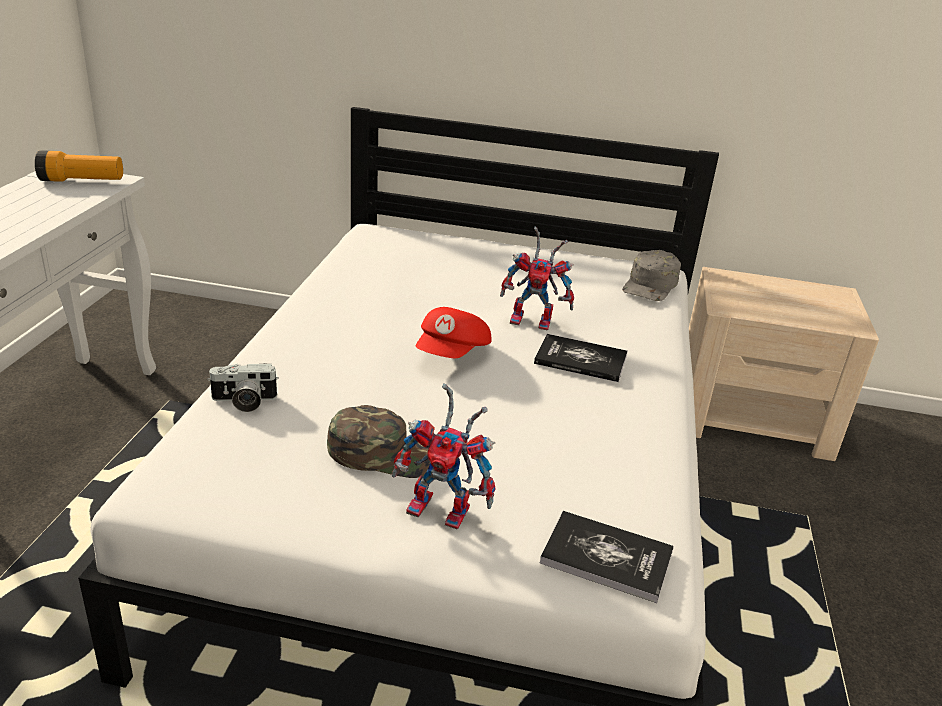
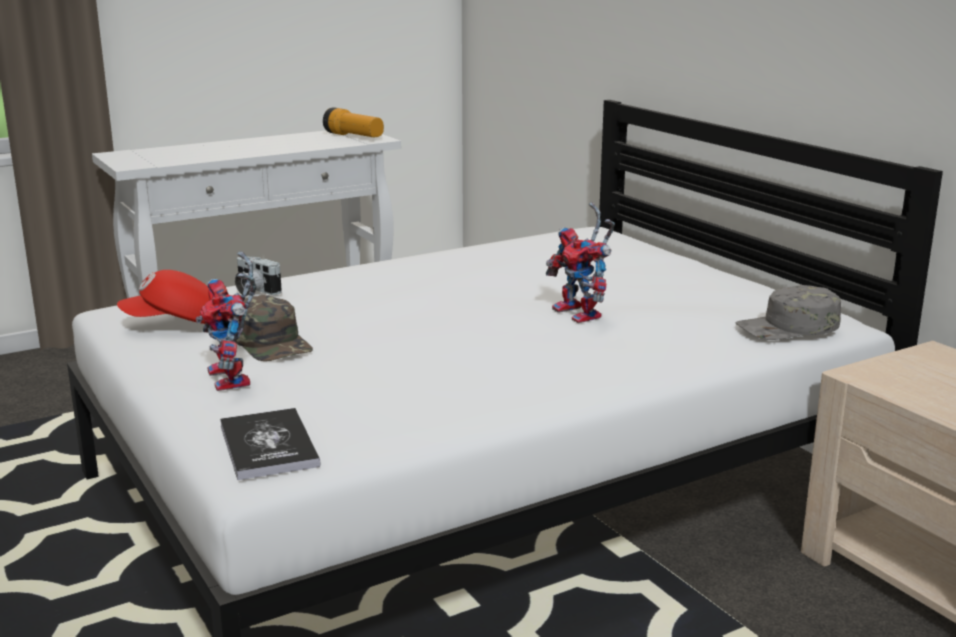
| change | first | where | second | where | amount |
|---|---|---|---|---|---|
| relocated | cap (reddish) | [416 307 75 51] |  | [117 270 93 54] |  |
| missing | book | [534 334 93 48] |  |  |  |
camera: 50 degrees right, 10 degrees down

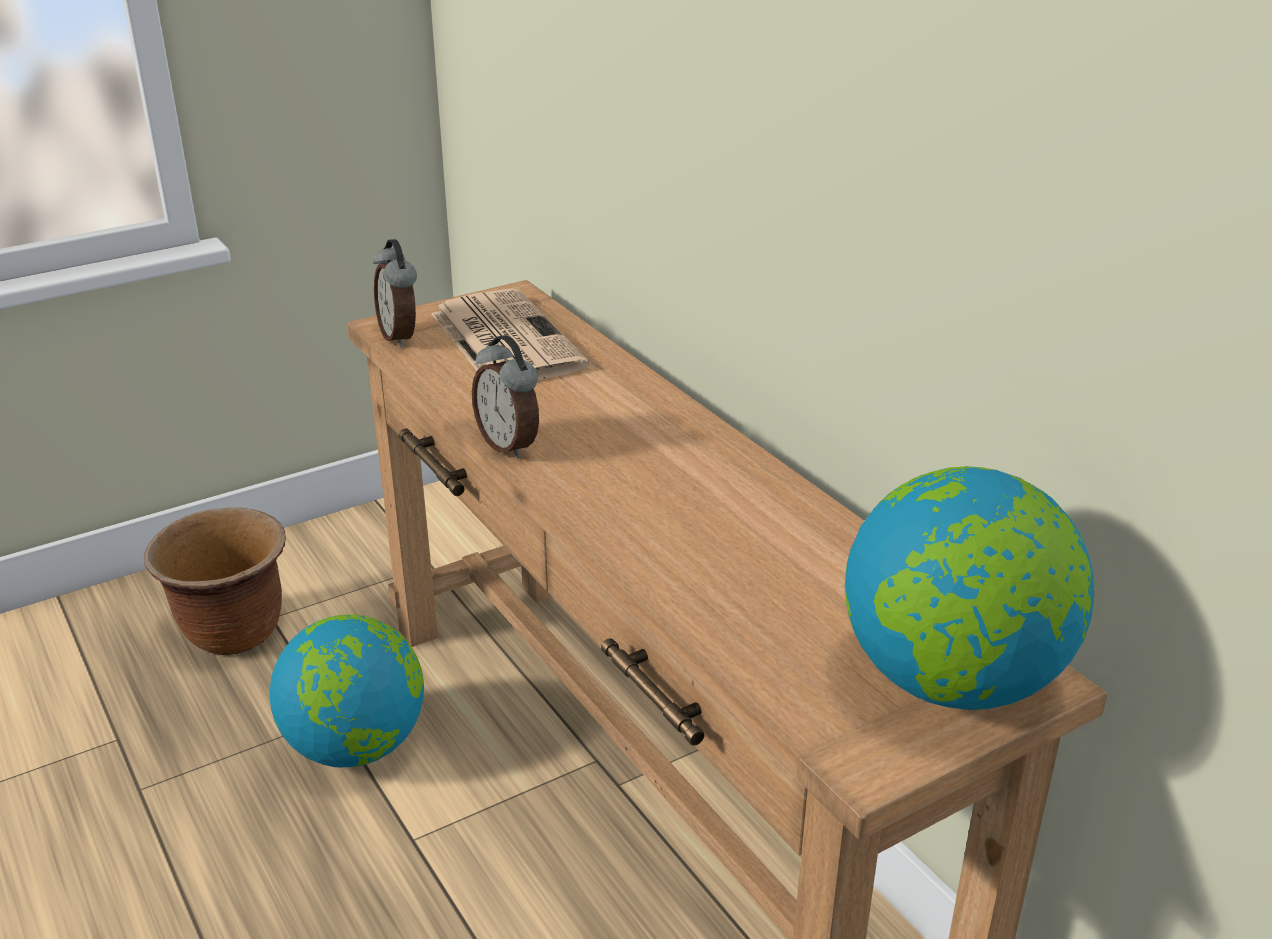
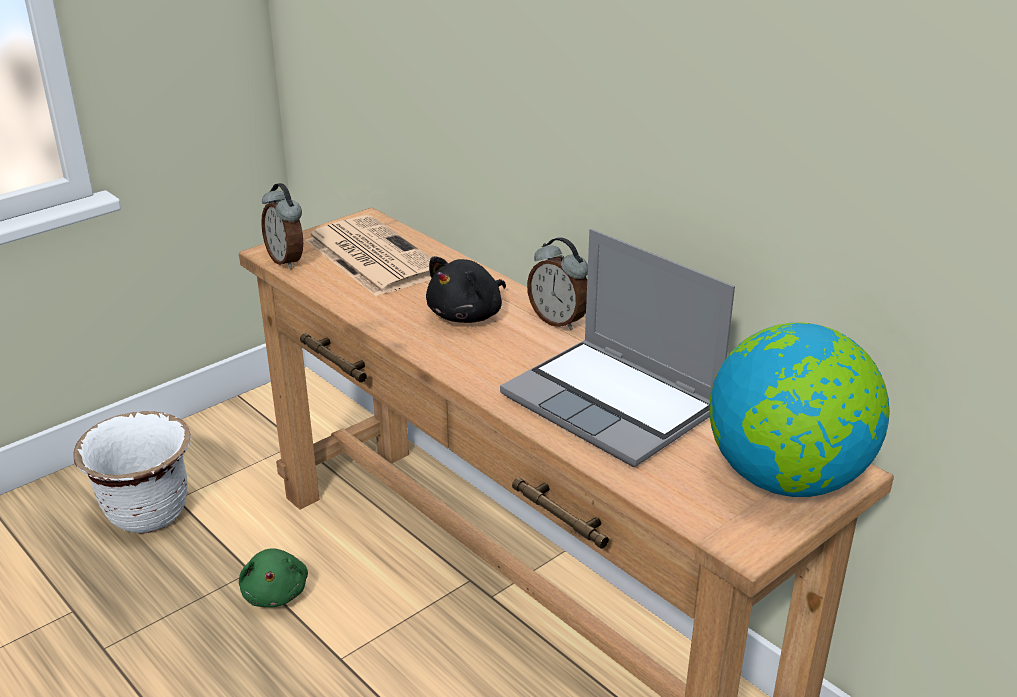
| change | first | where | second | where | amount |
|---|---|---|---|---|---|
| relocated | bedside clock | [472 335 67 124] |  | [527 237 61 93] |  |
| colour | plant pot (brown) | [144 508 142 147] | plant pot (whitish) | [73 411 118 123] |  |
| exchanged | desk globe | [269 614 155 153] | soft toy (green-coloured) | [239 549 69 58] |  |
| appeared |  |  | laptop | [500 229 235 238] |  |
| appeared |  |  | soft toy (blackish) | [426 256 80 67] |  |
camera: 10 degrees left, 0 degrees up

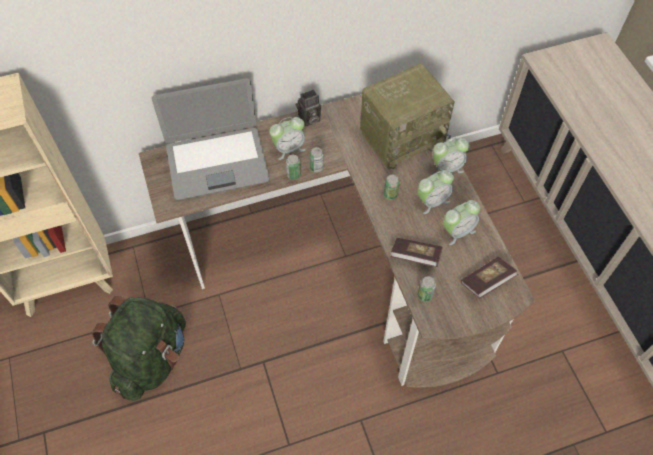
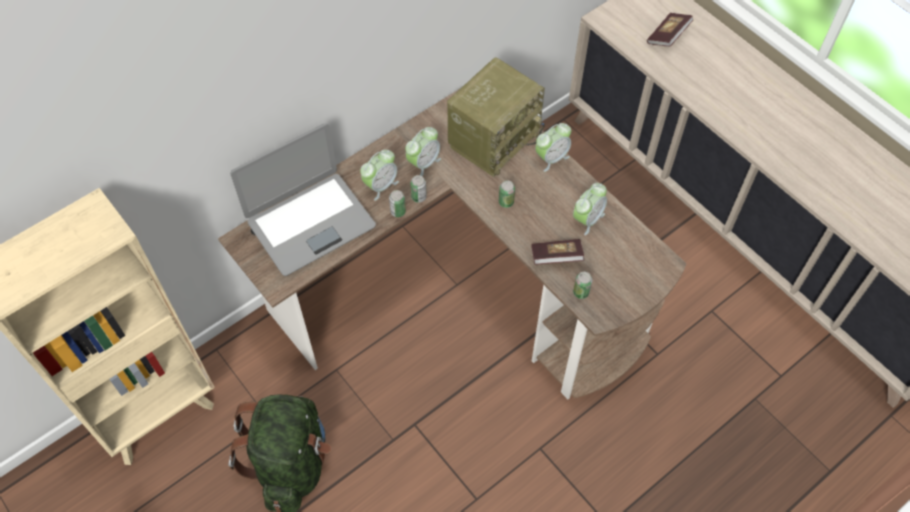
| change | first | where | second | where | amount |
|---|---|---|---|---|---|
| missing | photo camera | [296 89 25 37] |  |  |  |
| relocated | bedside clock | [417 170 37 44] |  | [405 127 36 49] |  |
| relocated | book | [461 257 57 41] |  | [647 13 47 34] |  |
camera: 20 degrees left, 0 degrees up

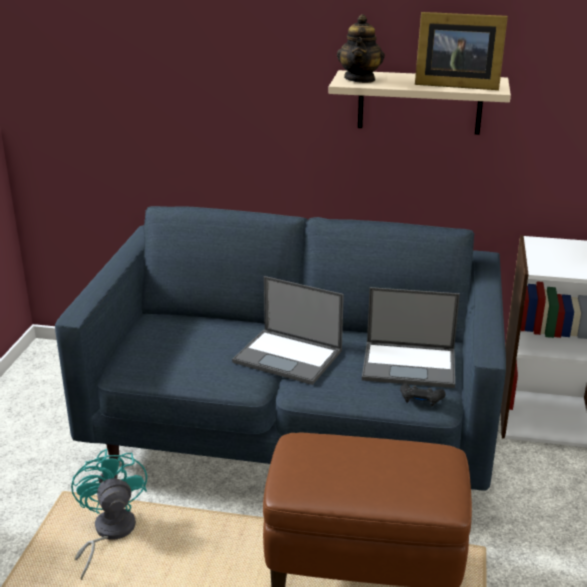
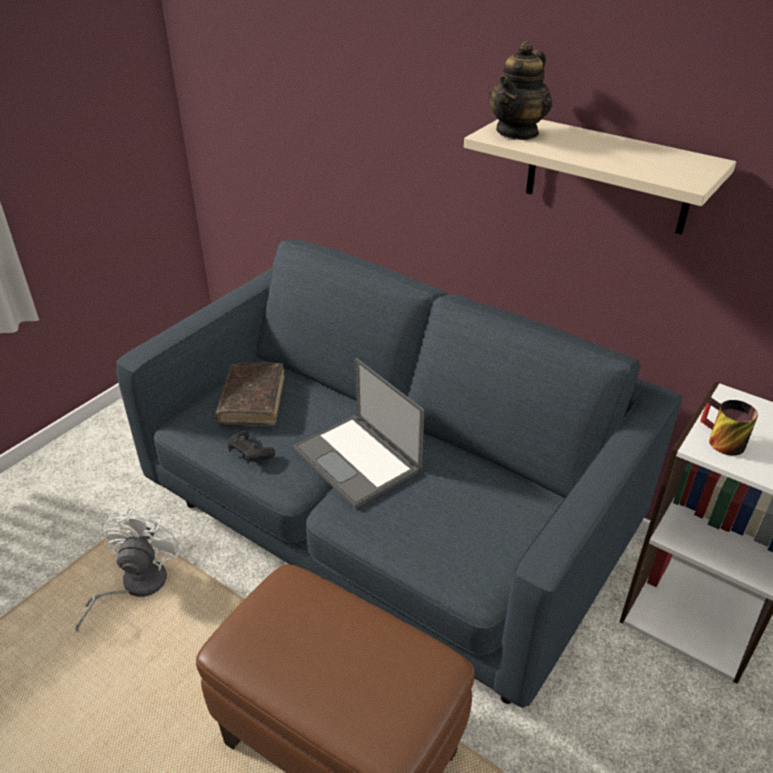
| change | first | where | second | where | amount |
|---|---|---|---|---|---|
| missing | photo frame | [415 12 93 78] |  |  |  |
| missing | laptop | [362 287 98 101] |  |  |  |
| relocated | gamepad (blackish) | [400 384 46 23] |  | [227 430 48 34] |  |
| colour | cooling fan (blue-green) | [71 449 76 131] | cooling fan (whitish) | [76 507 106 125] |  |
| appeared |  |  | book (brown) | [215 363 69 63] |  |
| appeared |  |  | coffee mug | [700 397 58 59] |  |
camera: 25 degrees right, 10 degrees up

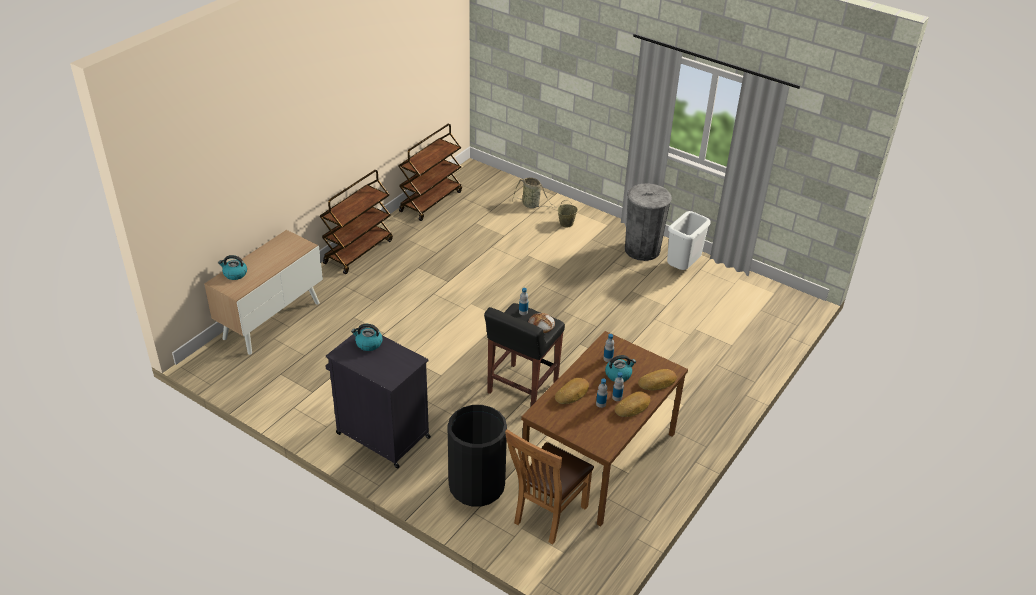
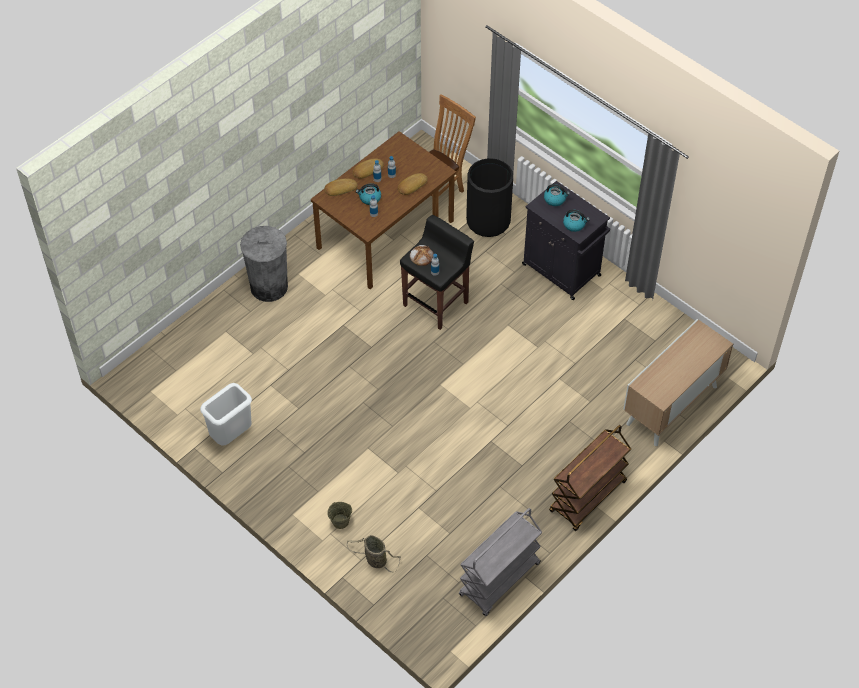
| change | first | where | second | where | amount |
|---|---|---|---|---|---|
| colour | wheeled cart (brown) | [398 124 64 97] | wheeled cart (gray) | [459 508 83 108] |  |
| relocated | waste bin (gray) | [625 183 47 78] |  | [240 226 48 76] |  |
| relocated | tea kettle | [218 255 29 25] |  | [544 184 26 22] |  |
camera: 170 degrees left, 15 degrees up

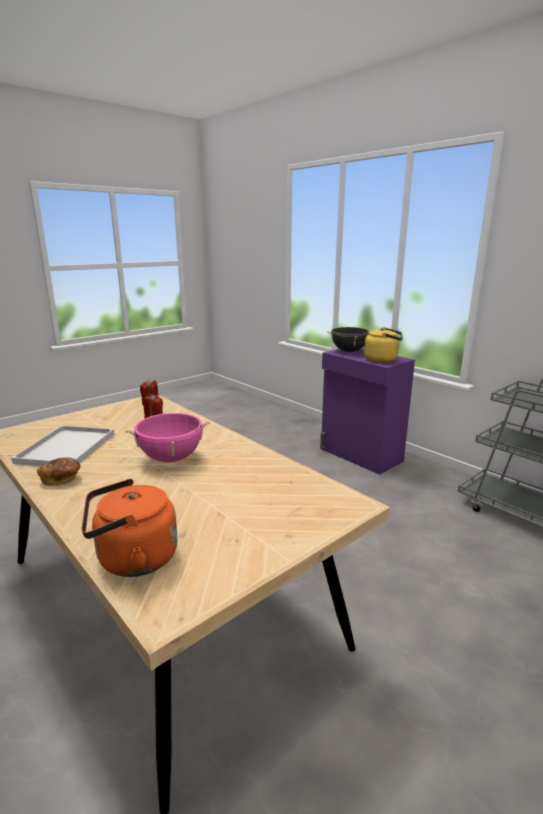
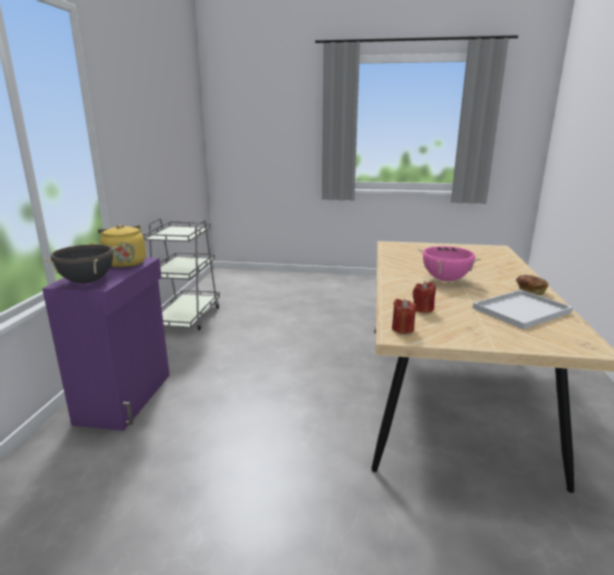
| change | first | where | second | where | amount |
|---|---|---|---|---|---|
| missing | tea kettle (orange-coloured) | [82 479 96 98] |  |  |  |
camera: 130 degrees left, 0 degrees up

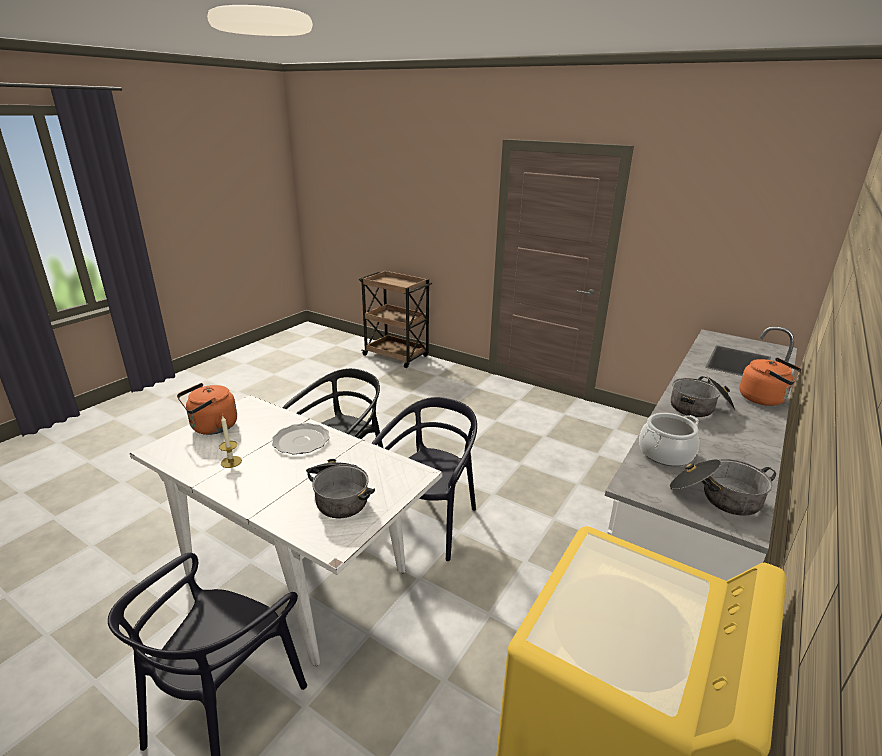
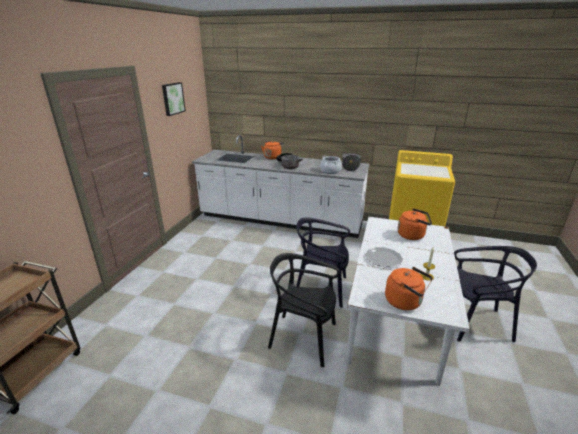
| change | first | where | second | where | amount |
|---|---|---|---|---|---|
| exchanged | cooking pot | [306 459 69 59] | tea kettle (orange-coloured) | [398 208 34 32] |  |
| appeared |  |  | wall art | [162 82 24 34] |  |
camera: 105 degrees left, 0 degrees up

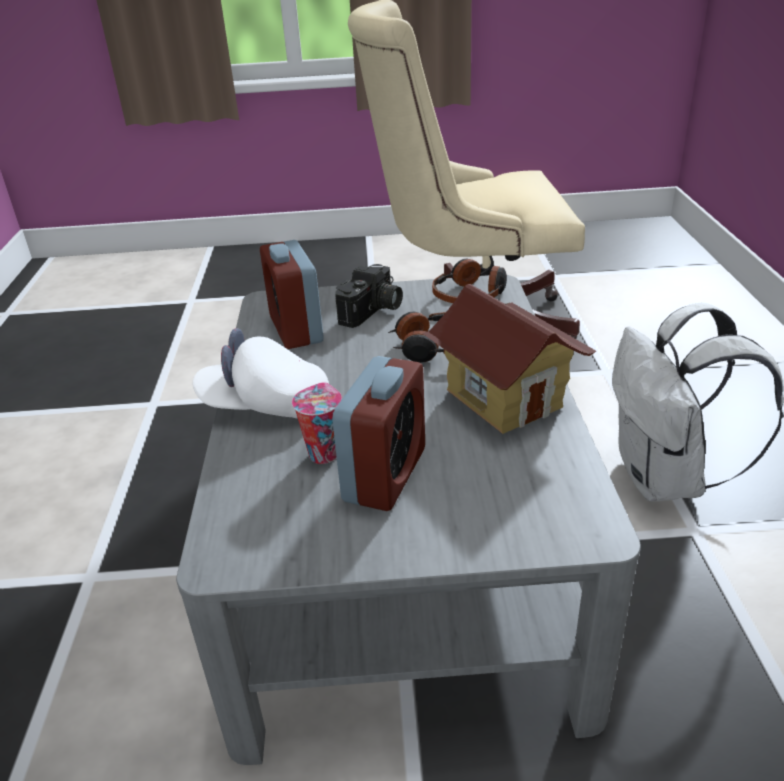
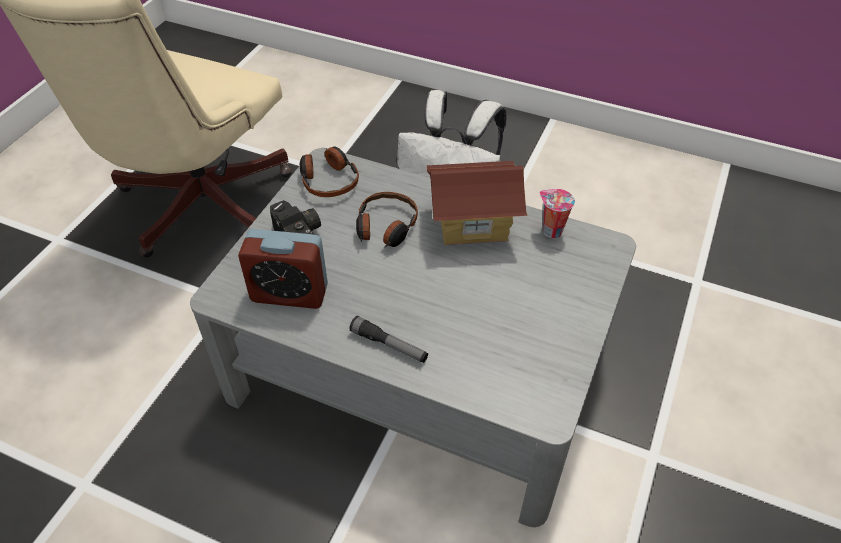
| change | first | where | second | where | amount |
|---|---|---|---|---|---|
| exchanged | cap (whitish) | [193 328 136 91] | flashlight | [349 316 79 47] |  |
| missing | bedside clock | [332 356 93 155] |  |  |  |
| relocated | small cup | [292 382 50 82] |  | [539 189 36 49] |  |
camera: 65 degrees left, 15 degrees up

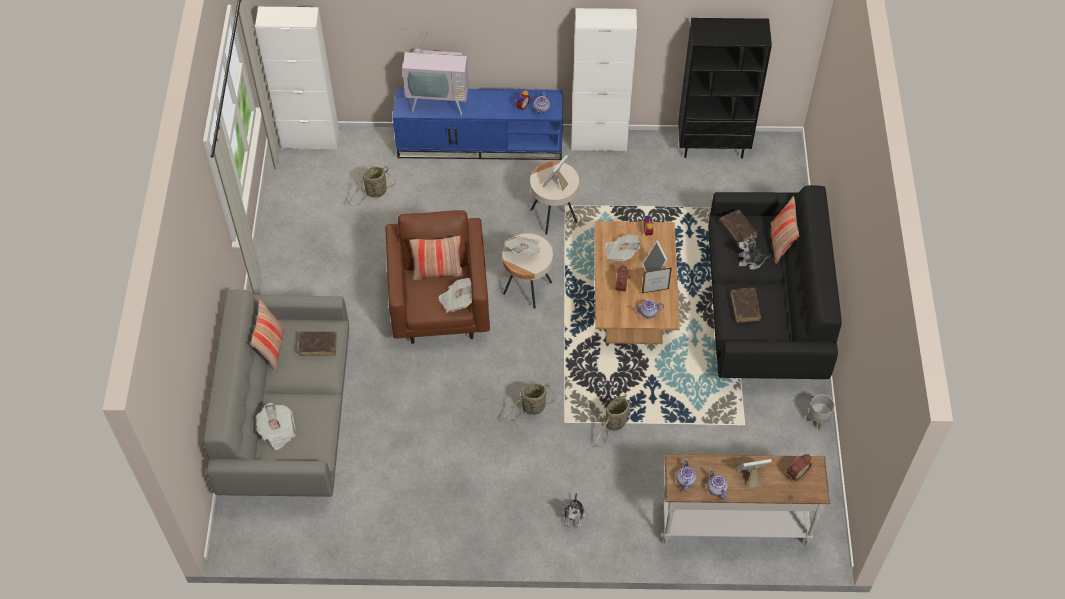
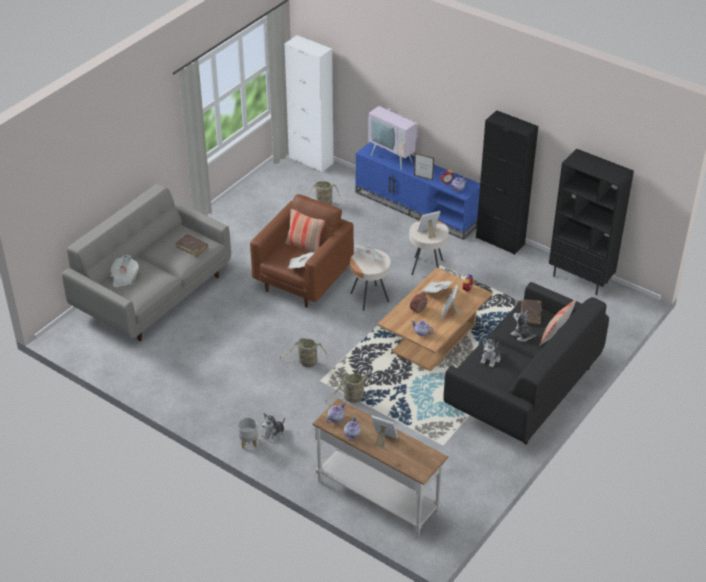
| change | first | where | second | where | amount |
|---|---|---|---|---|---|
| colour | cupboard (whitish) | [572 8 65 143] | cupboard (blackish) | [476 110 62 145] |  |
| relocated | photo frame | [642 267 30 26] |  | [414 153 20 27] |  |
| exchanged | book (brown) | [731 288 30 35] | soft toy | [480 338 21 29] |  |
| missing | pillow | [251 299 34 71] |  |  |  |
| relocated | plant pot (gray) | [806 394 28 36] |  | [238 418 20 31] |  |
| missing | bedside clock | [787 454 25 27] |  |  |  |
camera: 35 degrees right, 15 degrees down

